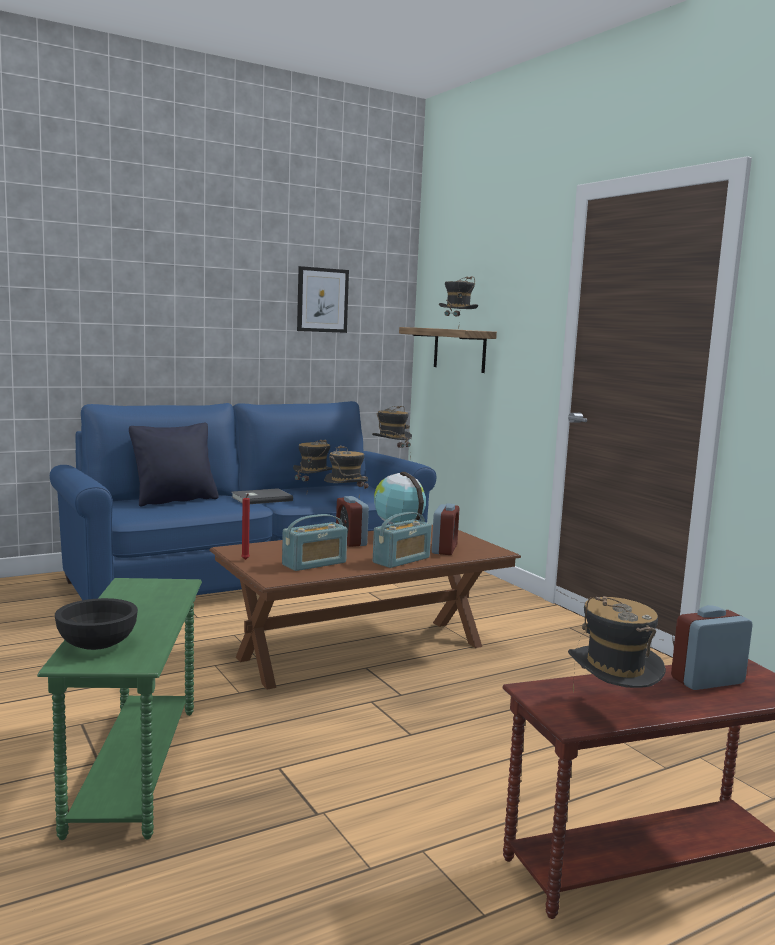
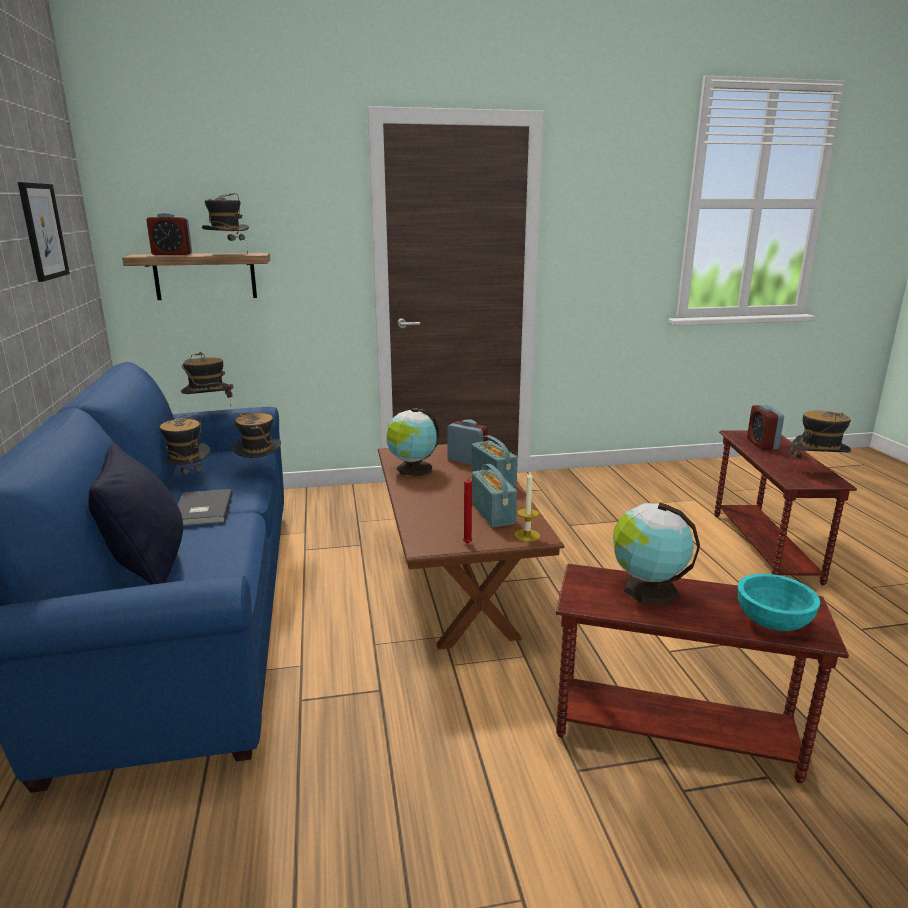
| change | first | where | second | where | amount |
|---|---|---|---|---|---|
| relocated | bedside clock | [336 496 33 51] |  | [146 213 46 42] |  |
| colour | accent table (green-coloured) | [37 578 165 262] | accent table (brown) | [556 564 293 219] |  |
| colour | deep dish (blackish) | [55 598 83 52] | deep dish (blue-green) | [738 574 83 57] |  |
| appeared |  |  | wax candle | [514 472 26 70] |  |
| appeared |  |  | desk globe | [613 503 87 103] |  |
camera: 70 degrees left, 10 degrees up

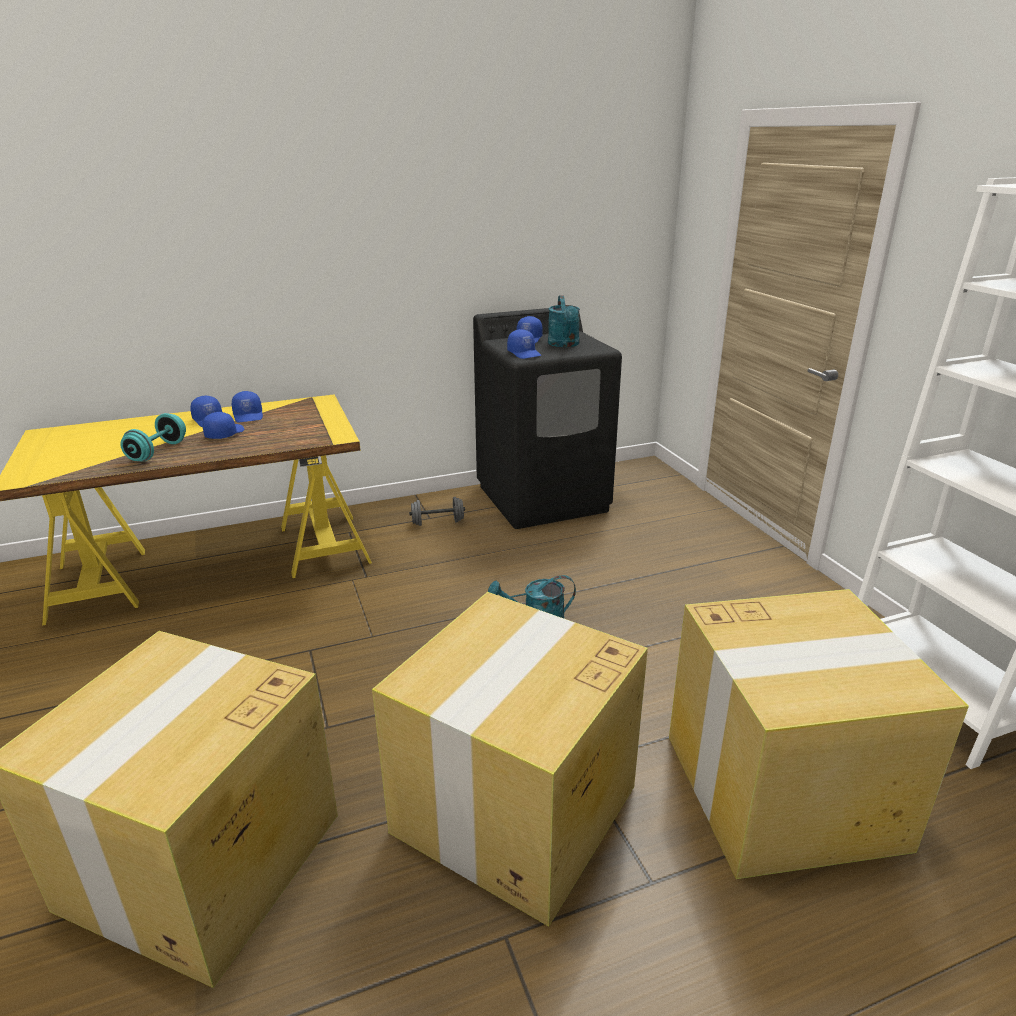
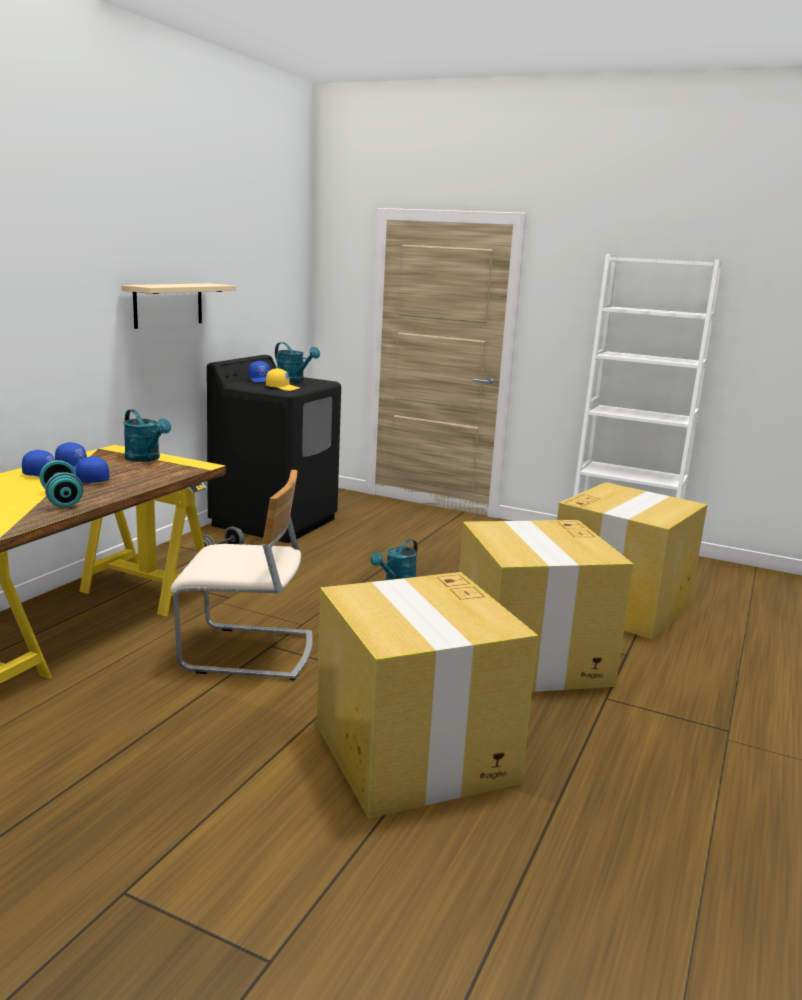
| change | first | where | second | where | amount |
|---|---|---|---|---|---|
| colour | cap (bluish) | [507 329 34 30] | cap (yellow) | [266 368 33 23] |  |
| appeared |  |  | shelf (sand-coloured) | [121 283 115 46] |  |
| appeared |  |  | watering can (blue-green) | [123 409 48 53] |  |
| appeared |  |  | chair (sand-coloured) | [170 470 143 211] |  |
camera: 45 degrees left, 10 degrees down

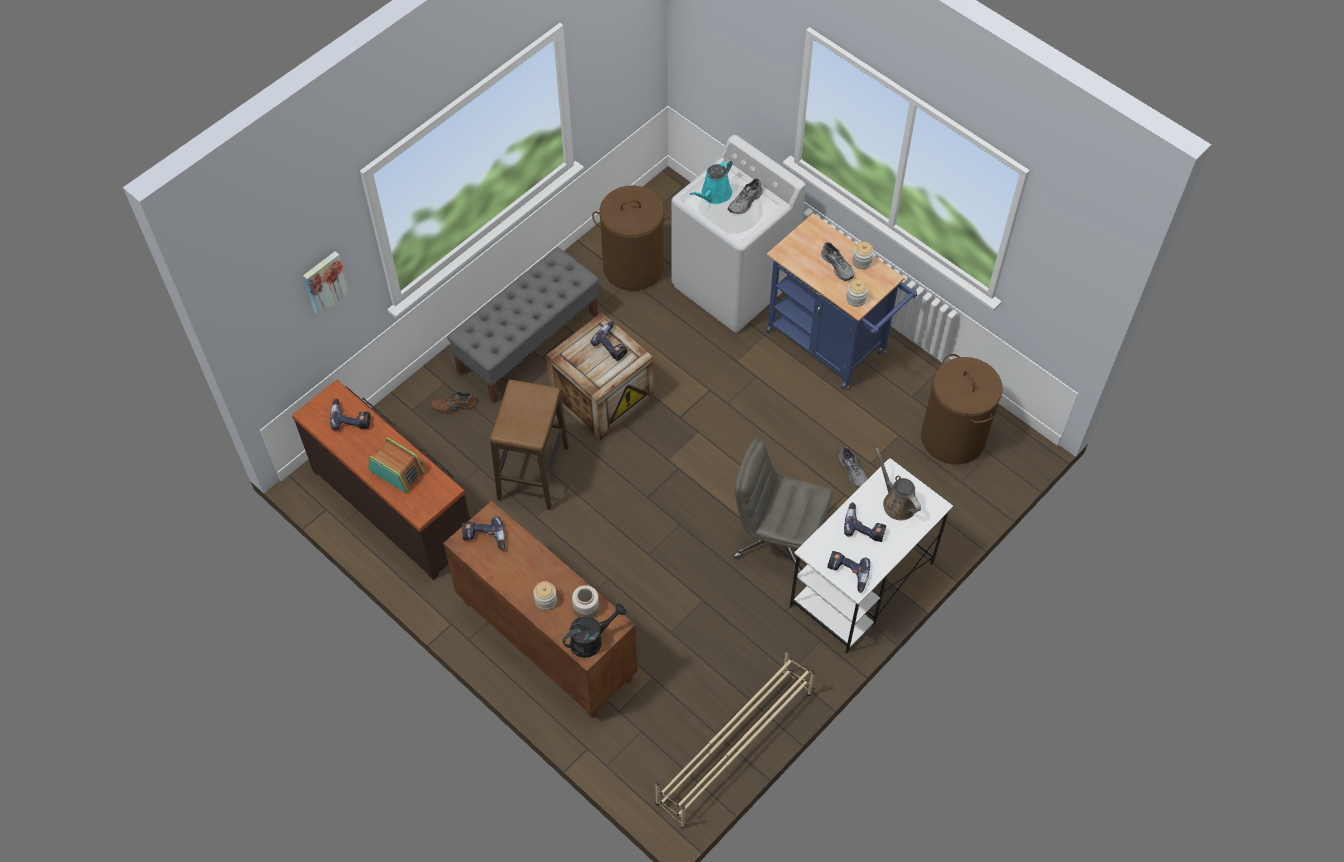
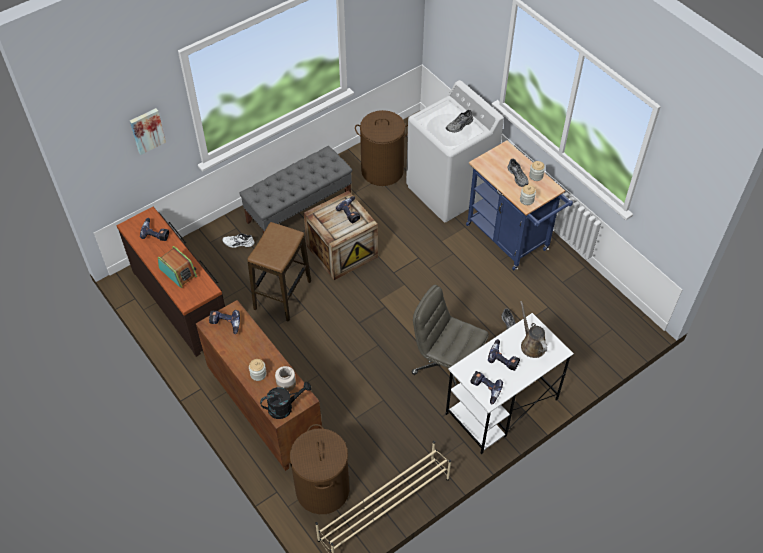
| change | first | where | second | where | amount |
|---|---|---|---|---|---|
| missing | watering can (blue-green) | [690 158 43 46] |  |  |  |
| relocated | laundry basket (brown) | [921 354 82 110] |  | [290 424 59 90] |  |
| colour | low shoe (brown) | [430 392 46 22] | low shoe (whitish) | [222 234 33 14] |  |
camera: 10 degrees right, 5 degrees down

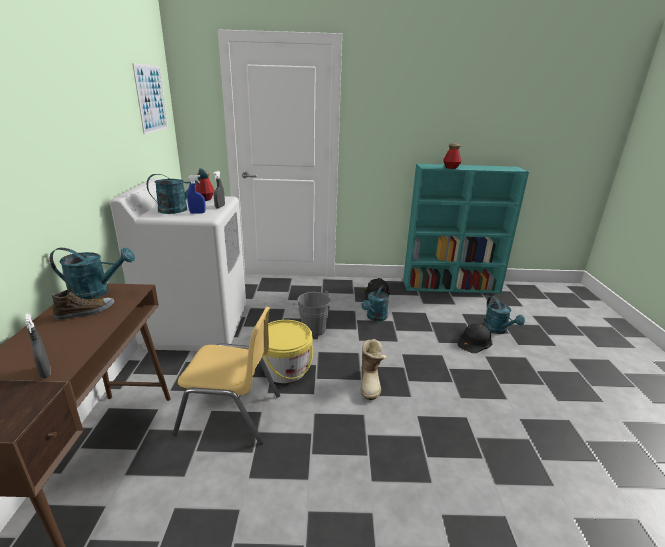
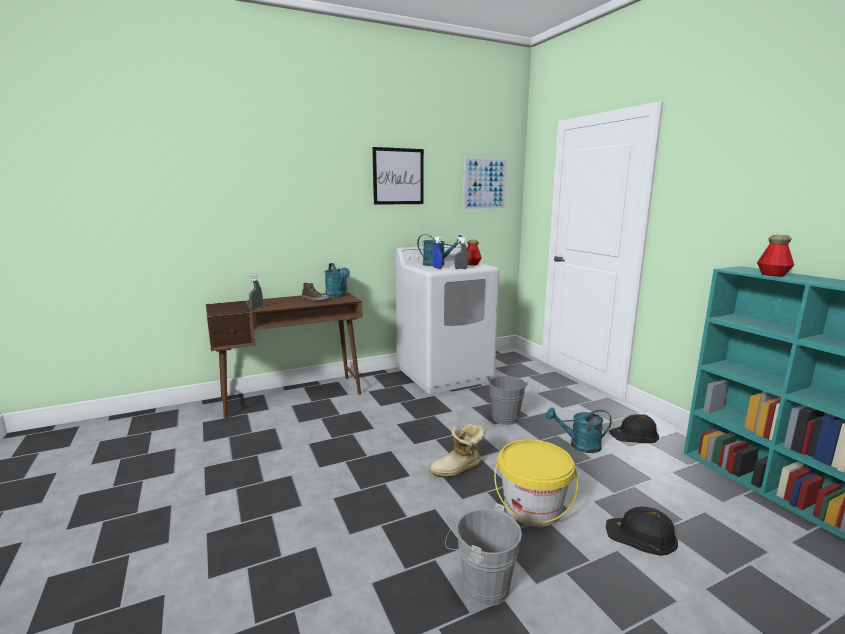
| change | first | where | second | where | amount |
|---|---|---|---|---|---|
| missing | watering can (blue-green) | [484 296 41 38] |  |  |  |
| missing | chair (yellow) | [173 307 107 138] |  |  |  |
| relocated | water bucket (yellow) | [262 320 51 63] |  | [494 439 84 88] |  |
| appeared |  |  | wall art | [372 147 52 58] |  |
| appeared |  |  | water bucket (gray) | [445 503 77 103] |  |
camera: 65 degrees right, 10 degrees down

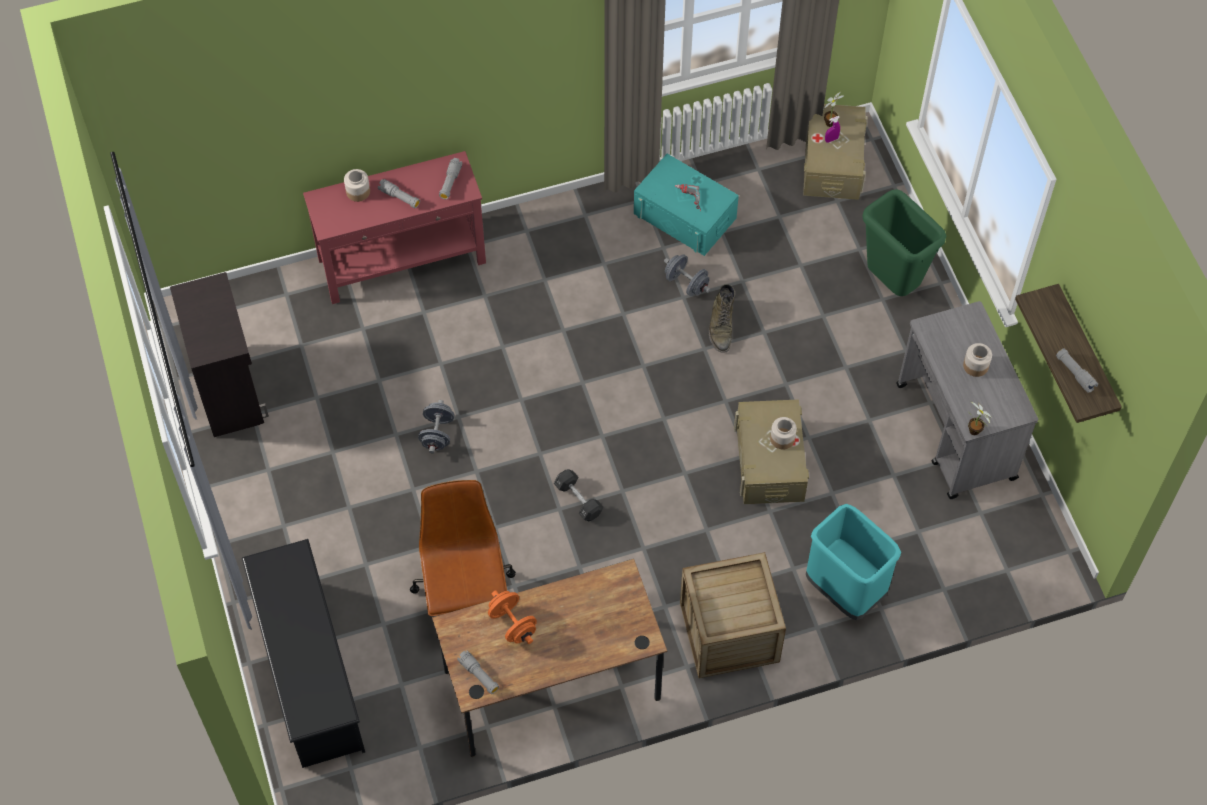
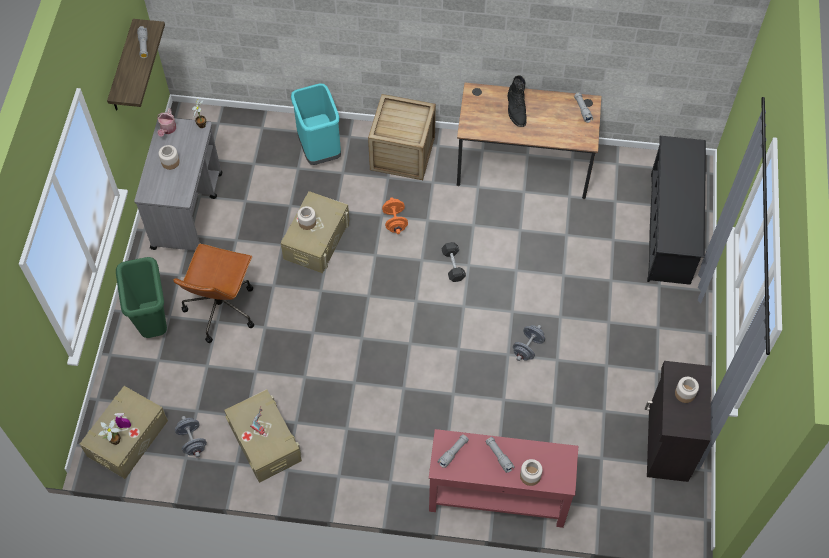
| change | first | where | second | where | amount |
|---|---|---|---|---|---|
| colour | storage bin (blue-green) | [634 154 105 102] | storage bin (sand-coloured) | [224 389 78 94] |  |
| relocated | hand weight (gray) | [664 254 46 42] |  | [175 416 32 42] |  |
| missing | boot (green-coloured) | [709 284 26 69] |  |  |  |
| relocated | computer chair (brown) | [410 480 106 158] |  | [173 244 81 99] |  |
| relocated | hand weight (orange-coloured) | [488 591 49 53] |  | [382 197 26 37] |  |
| appeared |  |  | boot (blackish) | [508 75 19 52] |  |
| appeared |  |  | watering can | [157 108 19 29] |  |
| appeared |  |  | jar | [675 377 24 26] |  |
camera: 155 degrees left, 0 degrees up

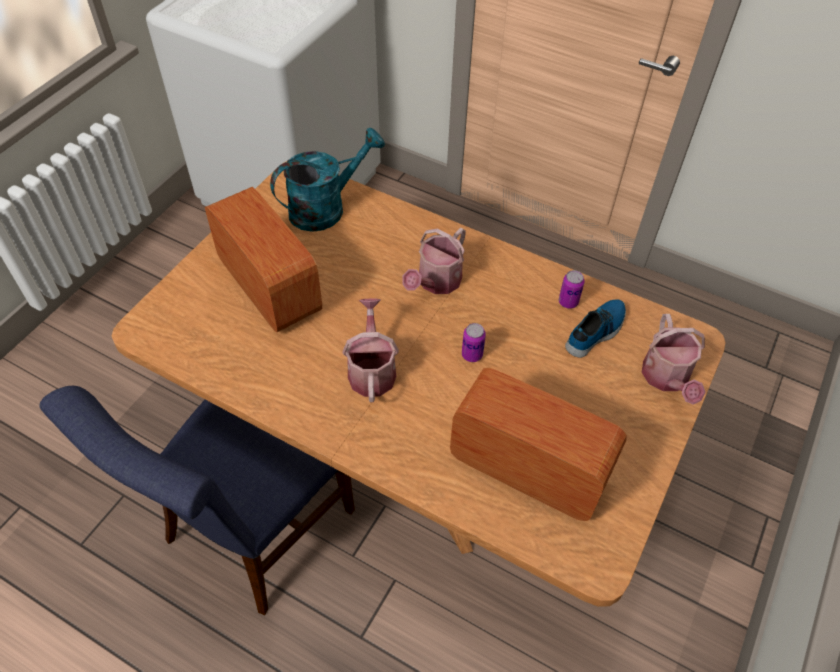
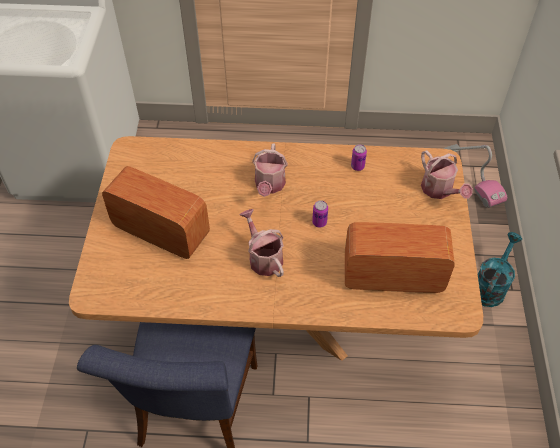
| change | first | where | second | where | amount |
|---|---|---|---|---|---|
| relocated | watering can (blue-green) | [270 128 115 104] |  | [478 232 44 75] |  |
| missing | low shoe | [565 299 61 59] |  |  |  |
| appeared |  |  | vacuum | [443 144 64 64] |  |
camera: 25 degrees left, 0 degrees up

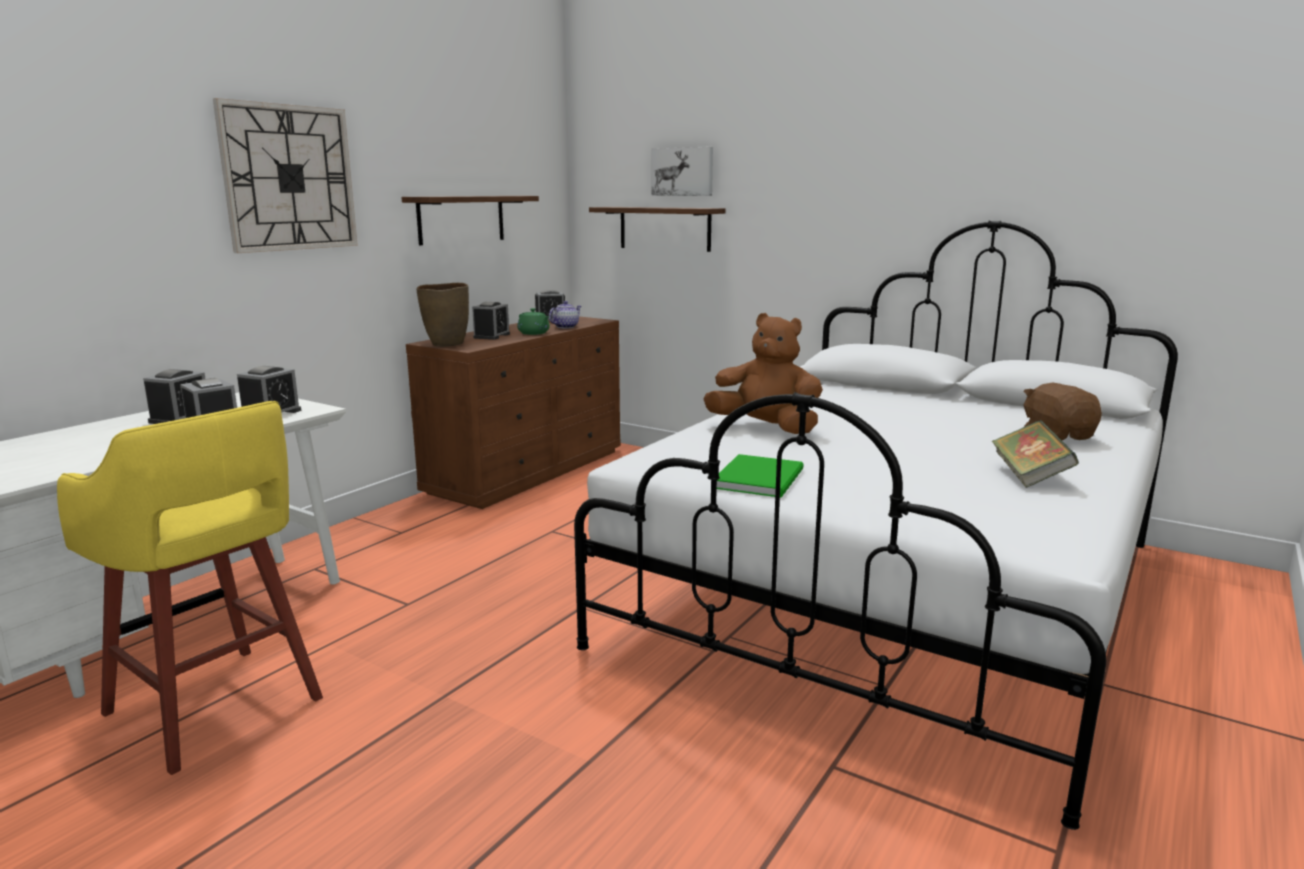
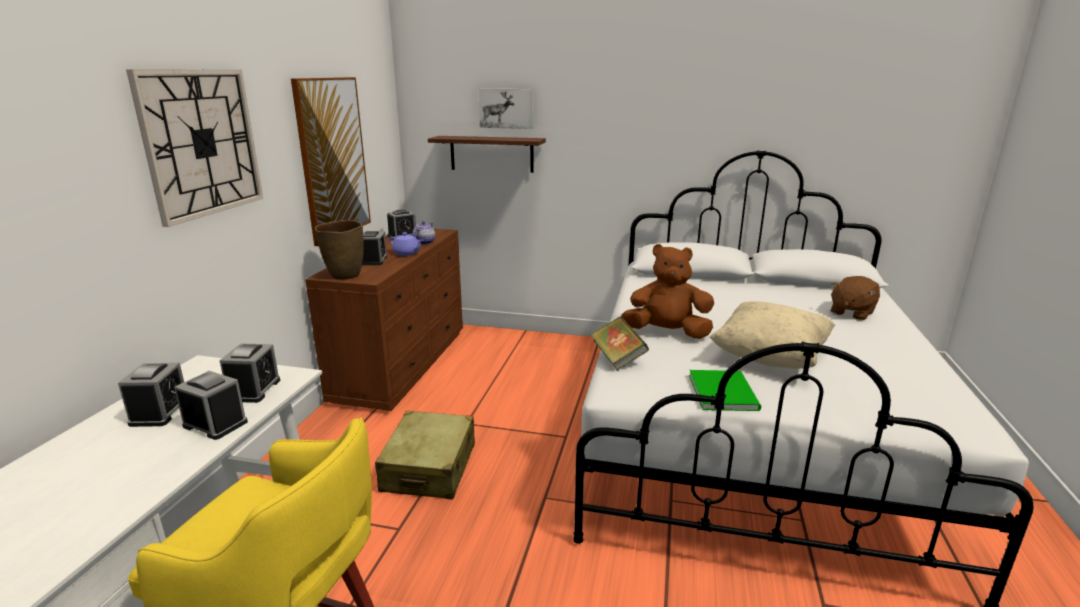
| change | first | where | second | where | amount |
|---|---|---|---|---|---|
| exchanged | shelf | [401 196 138 49] | wall art | [291 77 80 169] |  |
| colour | tea pot (green-coloured) | [517 308 33 27] | tea pot (purple-coloured) | [389 232 34 24] |  |
| spun | soft toy (brown) | [1023 383 79 57] |  | [831 276 49 44] | 105 degrees counterclockwise |
| relocated | book | [992 421 87 67] |  | [591 317 58 54] |  |
| appeared |  |  | pillow (sand-coloured) | [709 301 127 68] |  |
| appeared |  |  | piece of luggage (sand-coloured) | [375 411 100 89] |  |
camera: 20 degrees left, 5 degrees up

